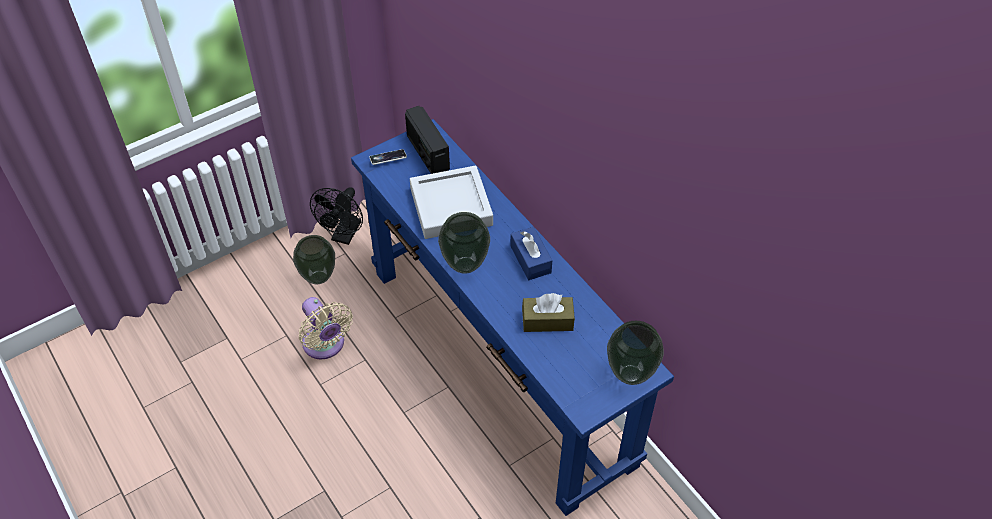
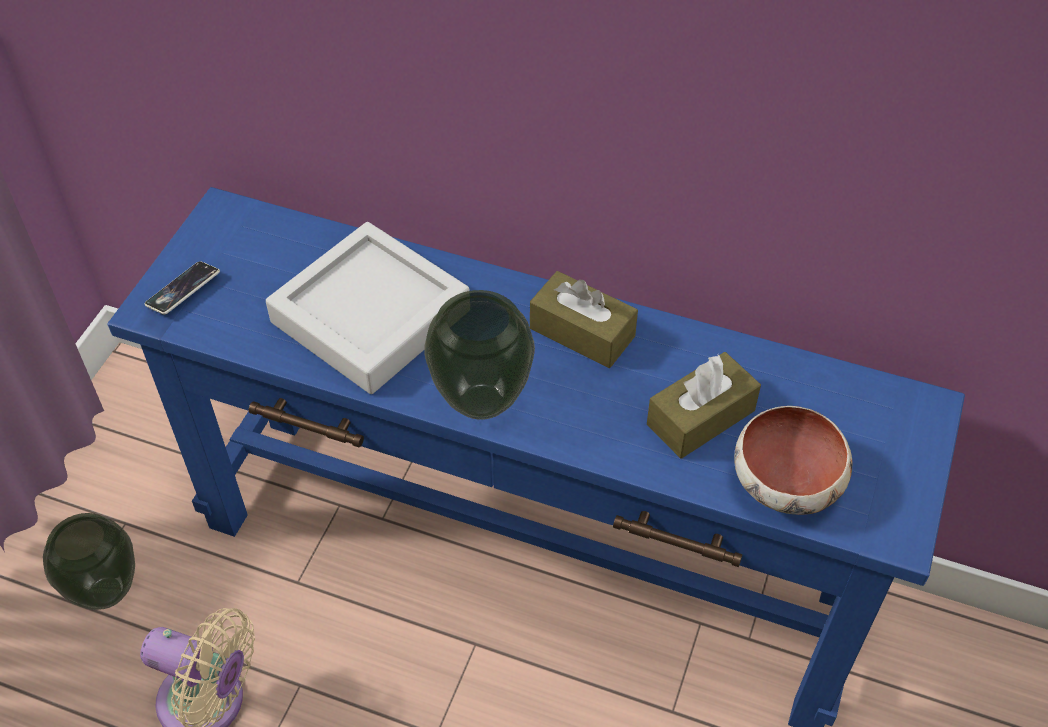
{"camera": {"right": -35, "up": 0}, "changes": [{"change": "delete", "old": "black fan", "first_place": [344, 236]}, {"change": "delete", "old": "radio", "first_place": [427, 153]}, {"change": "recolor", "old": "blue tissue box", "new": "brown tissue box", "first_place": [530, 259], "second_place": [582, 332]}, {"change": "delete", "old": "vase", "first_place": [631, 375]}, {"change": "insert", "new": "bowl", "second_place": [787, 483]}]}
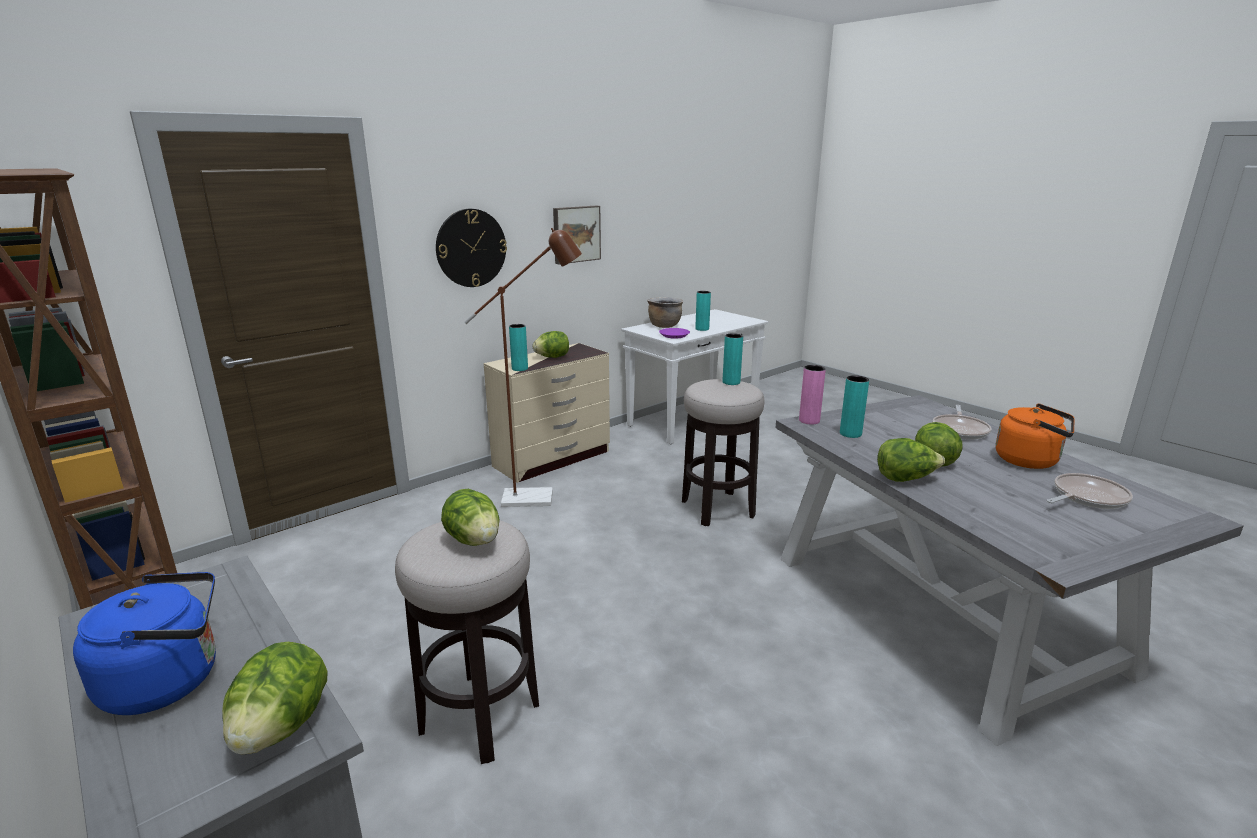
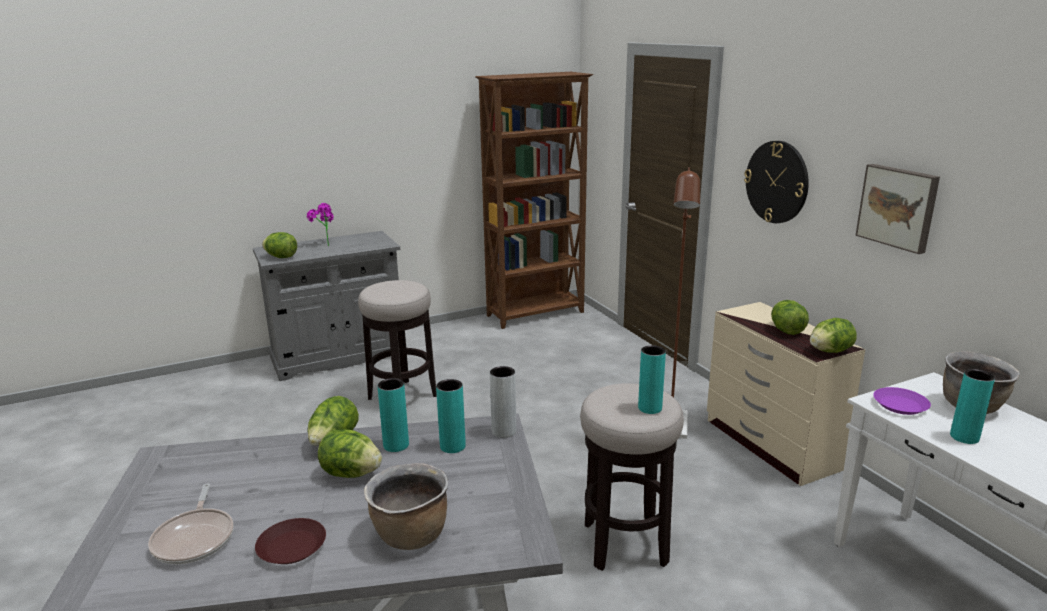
{"camera": {"right": 105, "up": 0}, "changes": [{"change": "replace", "old": "blue kettle", "new": "potted plant", "first_place": [169, 680], "second_place": [324, 245]}, {"change": "move", "old": "lettuce", "first_place": [474, 540], "second_place": [830, 351]}, {"change": "move", "old": "turquoise vase", "first_place": [519, 368], "second_place": [396, 445]}, {"change": "recolor", "old": "pink vase", "new": "grey vase", "first_place": [809, 421], "second_place": [504, 431]}, {"change": "replace", "old": "frying pan", "new": "brown cooking pot", "first_place": [960, 430], "second_place": [410, 535]}, {"change": "replace", "old": "orange kettle", "new": "brown plate", "first_place": [1030, 461], "second_place": [291, 547]}]}
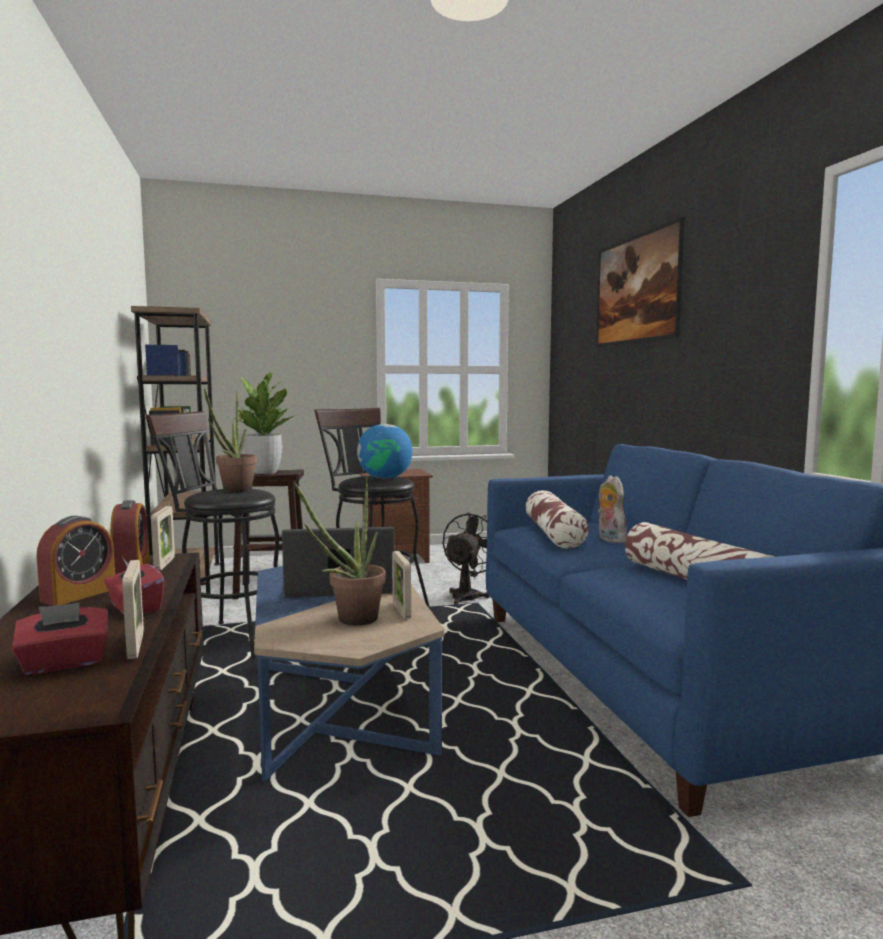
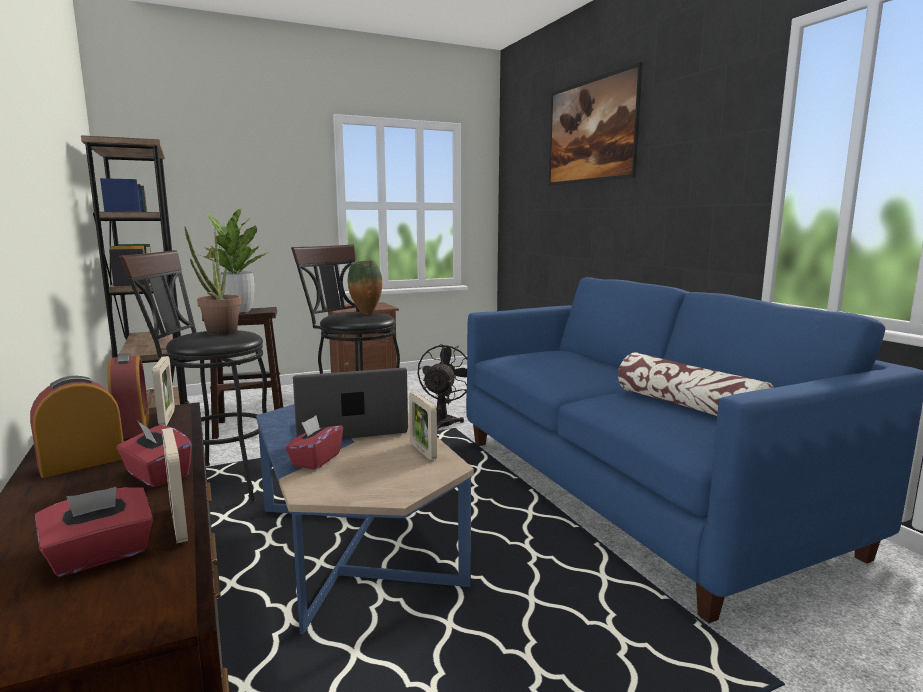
{"camera": {"right": -10, "up": 5}, "changes": [{"change": "rotate", "old": "alarm clock", "first_place": [79, 595], "second_place": [82, 463], "degrees": -150}, {"change": "delete", "old": "potted plant", "first_place": [350, 621]}, {"change": "replace", "old": "globe", "new": "vase", "first_place": [385, 478], "second_place": [366, 314]}, {"change": "delete", "old": "pillow", "first_place": [553, 534]}, {"change": "delete", "old": "plush toy", "first_place": [609, 539]}, {"change": "insert", "new": "red tissue box", "second_place": [316, 460]}]}
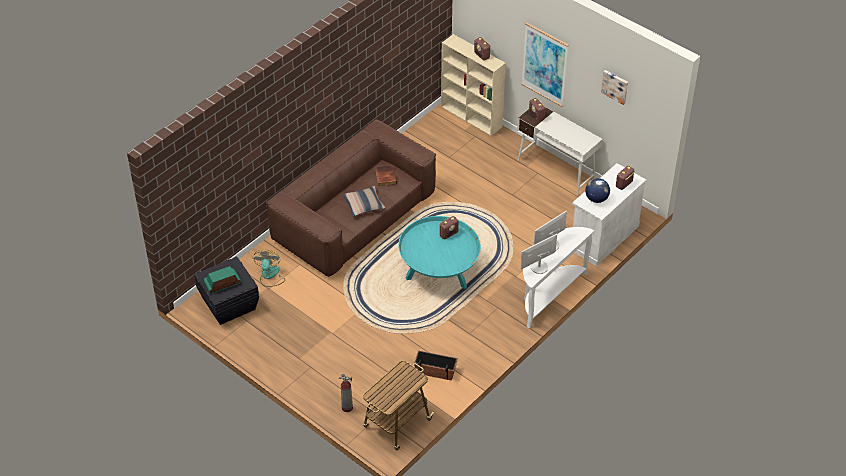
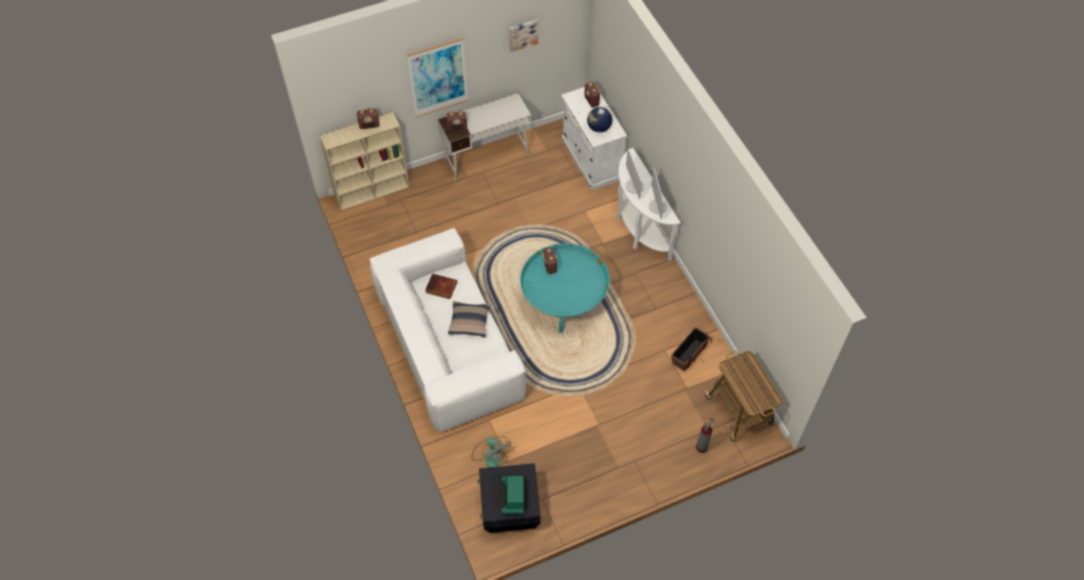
{"camera": {"right": -65, "up": 10}, "changes": [{"change": "rotate", "old": "fan", "first_place": [270, 276], "second_place": [490, 454], "degrees": -150}, {"change": "recolor", "old": "brown sofa", "new": "white sofa", "first_place": [354, 216], "second_place": [449, 344]}]}
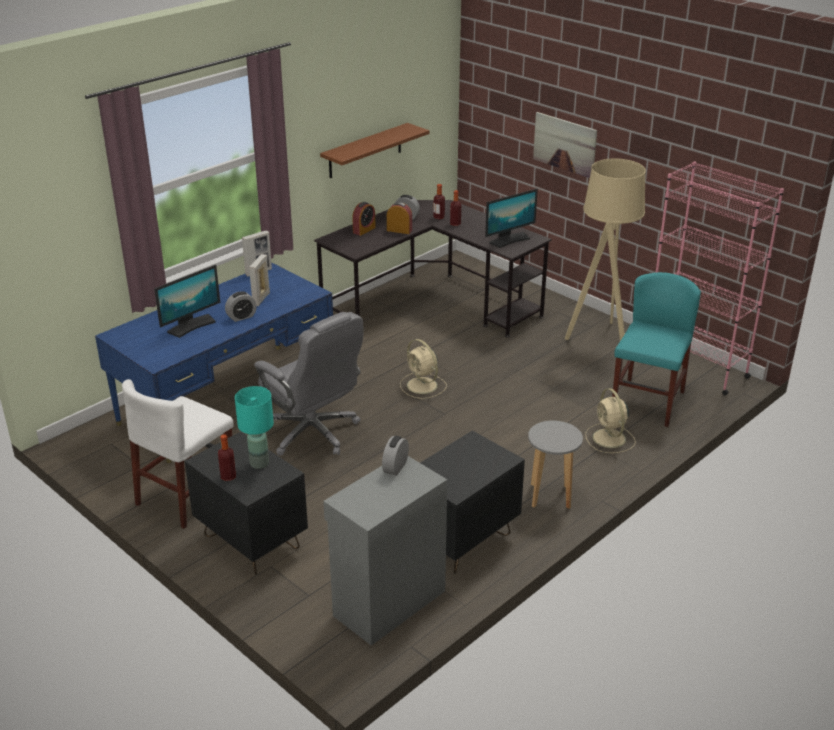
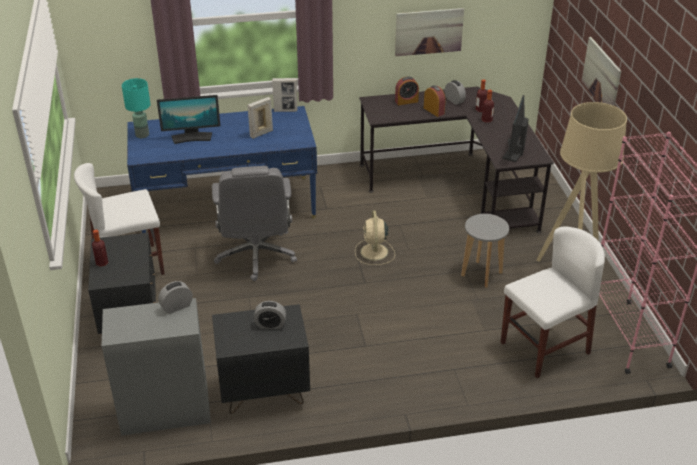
{"camera": {"right": 35, "up": 5}, "changes": [{"change": "move", "old": "alarm clock", "first_place": [241, 317], "second_place": [270, 324]}, {"change": "move", "old": "turquoise table lamp", "first_place": [259, 463], "second_place": [142, 135]}, {"change": "replace", "old": "brown shelf", "new": "picture", "first_place": [365, 151], "second_place": [428, 31]}, {"change": "rotate", "old": "monitor", "first_place": [509, 240], "second_place": [514, 150], "degrees": 105}, {"change": "move", "old": "grey stool", "first_place": [550, 496], "second_place": [481, 274]}, {"change": "delete", "old": "beige fan", "first_place": [609, 439]}, {"change": "recolor", "old": "turquoise chair", "new": "white chair", "first_place": [647, 402], "second_place": [544, 348]}]}
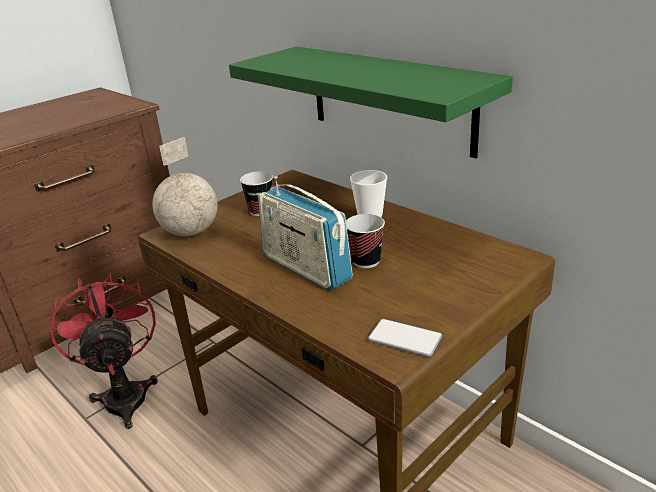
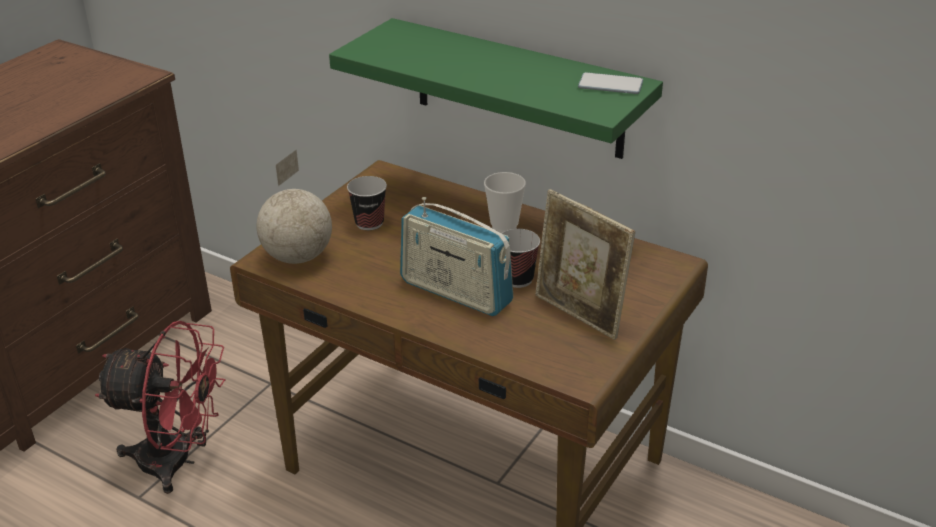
{"camera": {"right": -15, "up": 5}, "changes": [{"change": "rotate", "old": "red fan", "first_place": [125, 394], "second_place": [178, 461], "degrees": 135}, {"change": "move", "old": "phone", "first_place": [405, 339], "second_place": [610, 85]}, {"change": "insert", "new": "picture frame", "second_place": [579, 315]}]}
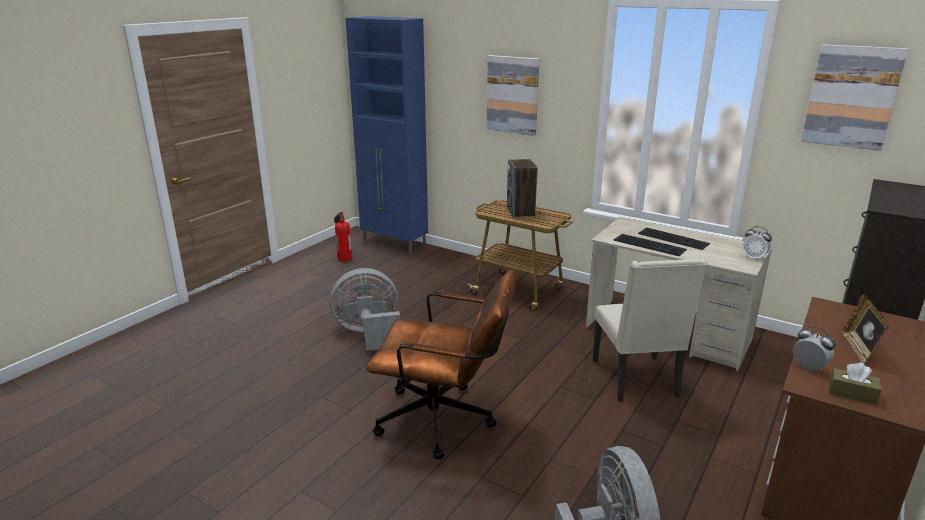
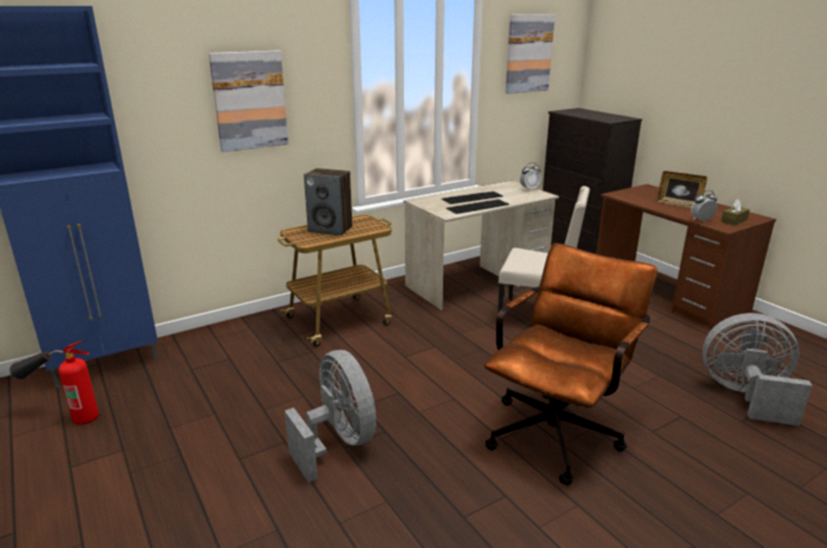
{"camera": {"right": -65, "up": 0}, "changes": [{"change": "rotate", "old": "grey fan", "first_place": [369, 334], "second_place": [338, 442], "degrees": 135}]}
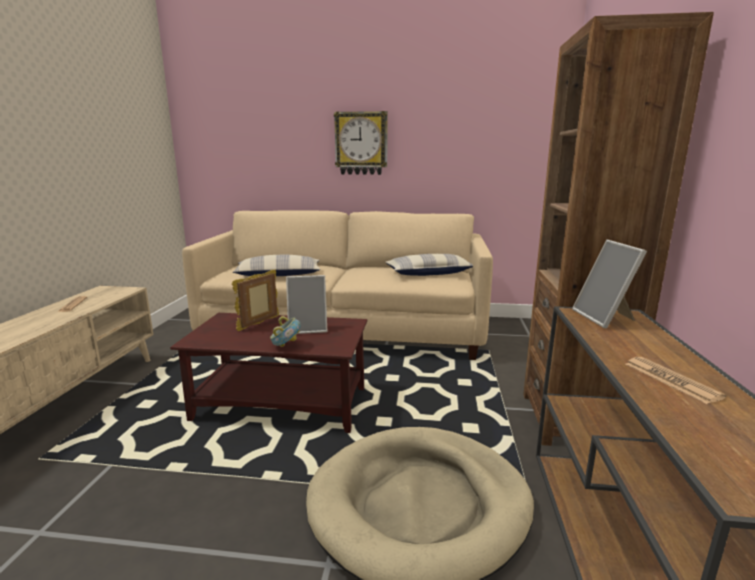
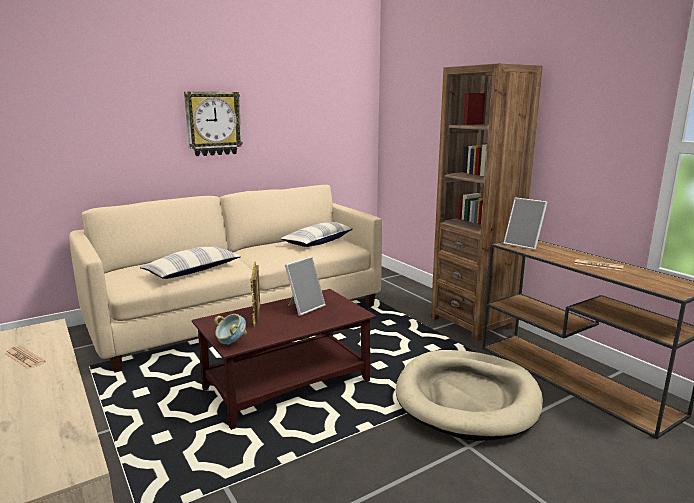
{"camera": {"right": -40, "up": 0}, "changes": [{"change": "move", "old": "bowl", "first_place": [286, 346], "second_place": [231, 343]}]}
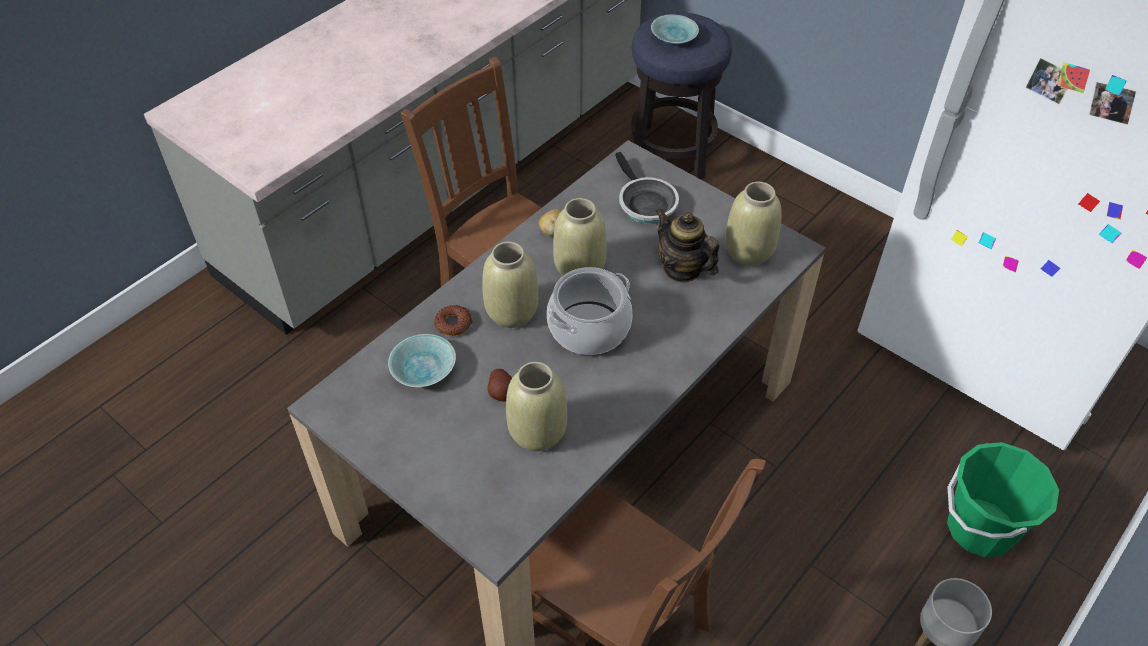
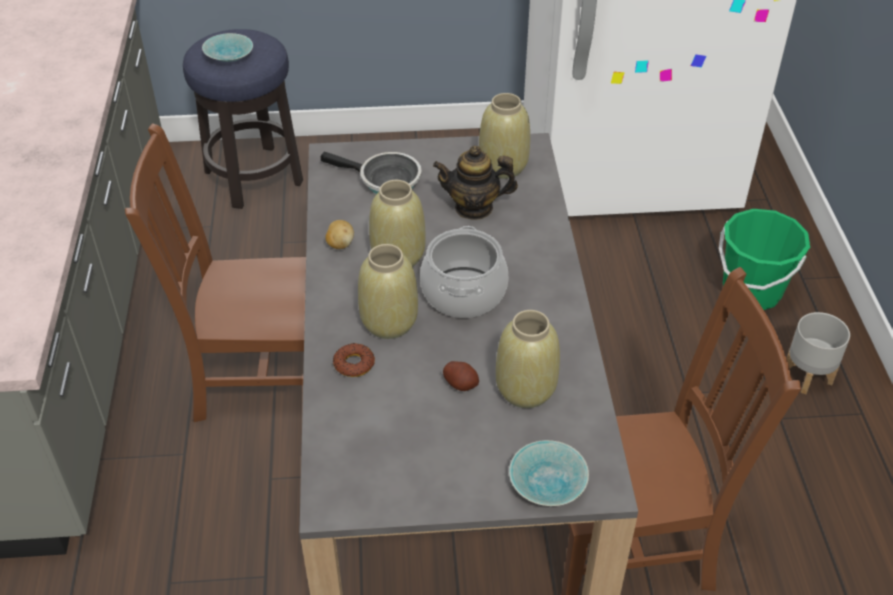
{"camera": {"right": -45, "up": -5}, "changes": [{"change": "move", "old": "turquoise bowl", "first_place": [422, 370], "second_place": [548, 484]}]}
